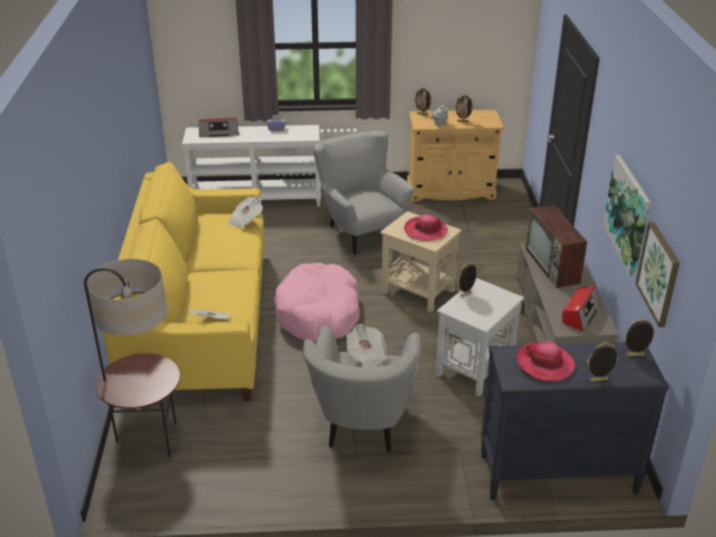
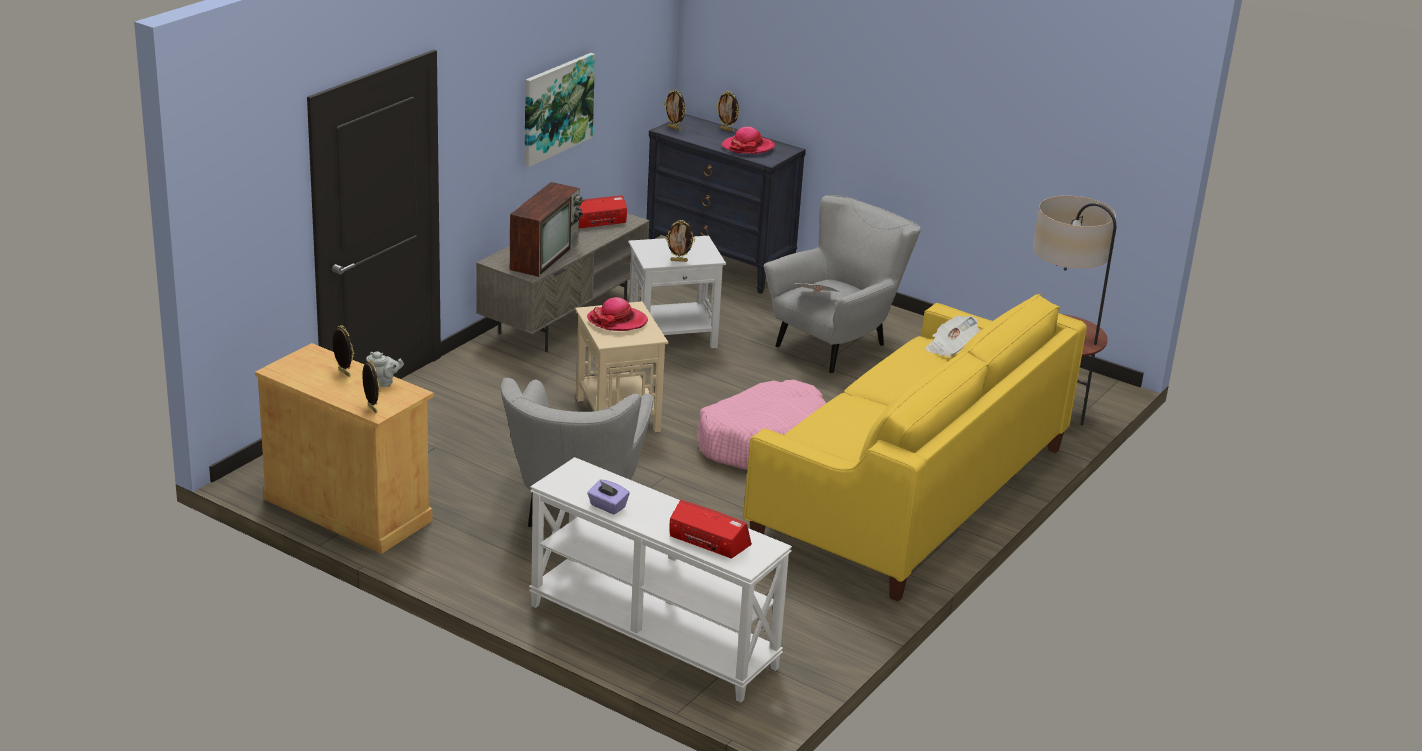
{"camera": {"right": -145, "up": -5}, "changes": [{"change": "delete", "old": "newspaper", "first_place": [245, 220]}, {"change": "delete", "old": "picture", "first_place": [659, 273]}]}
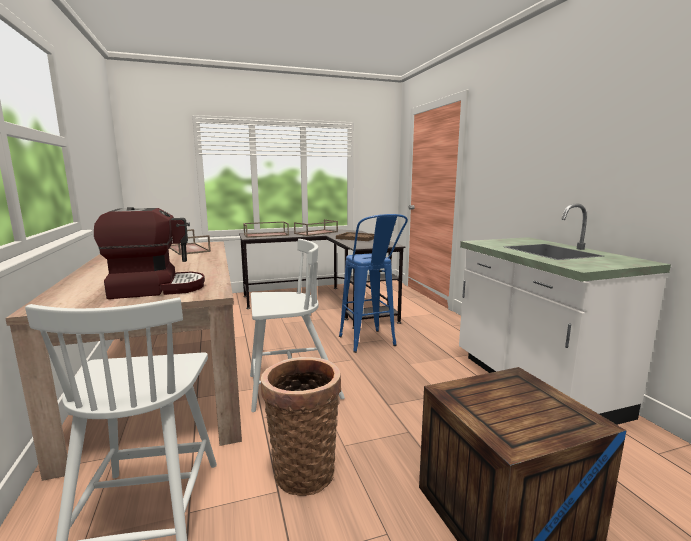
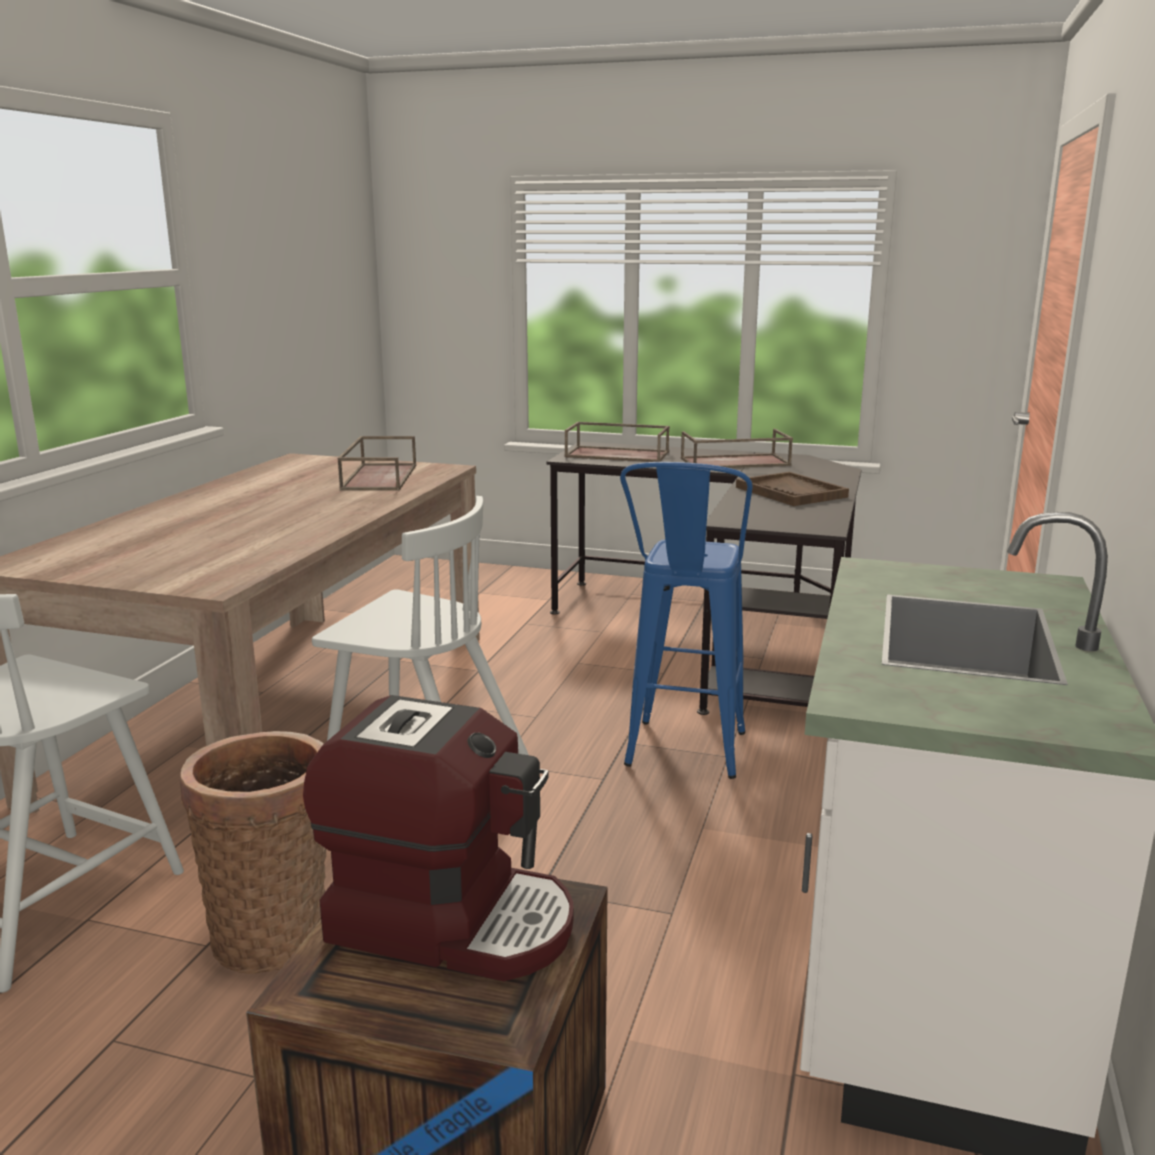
{"camera": {"right": 35, "up": 5}, "changes": [{"change": "move", "old": "coffee machine", "first_place": [156, 288], "second_place": [451, 920]}]}
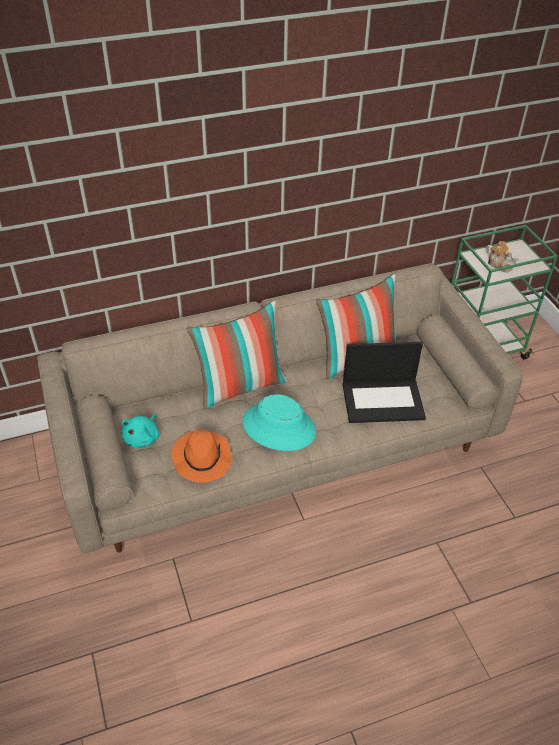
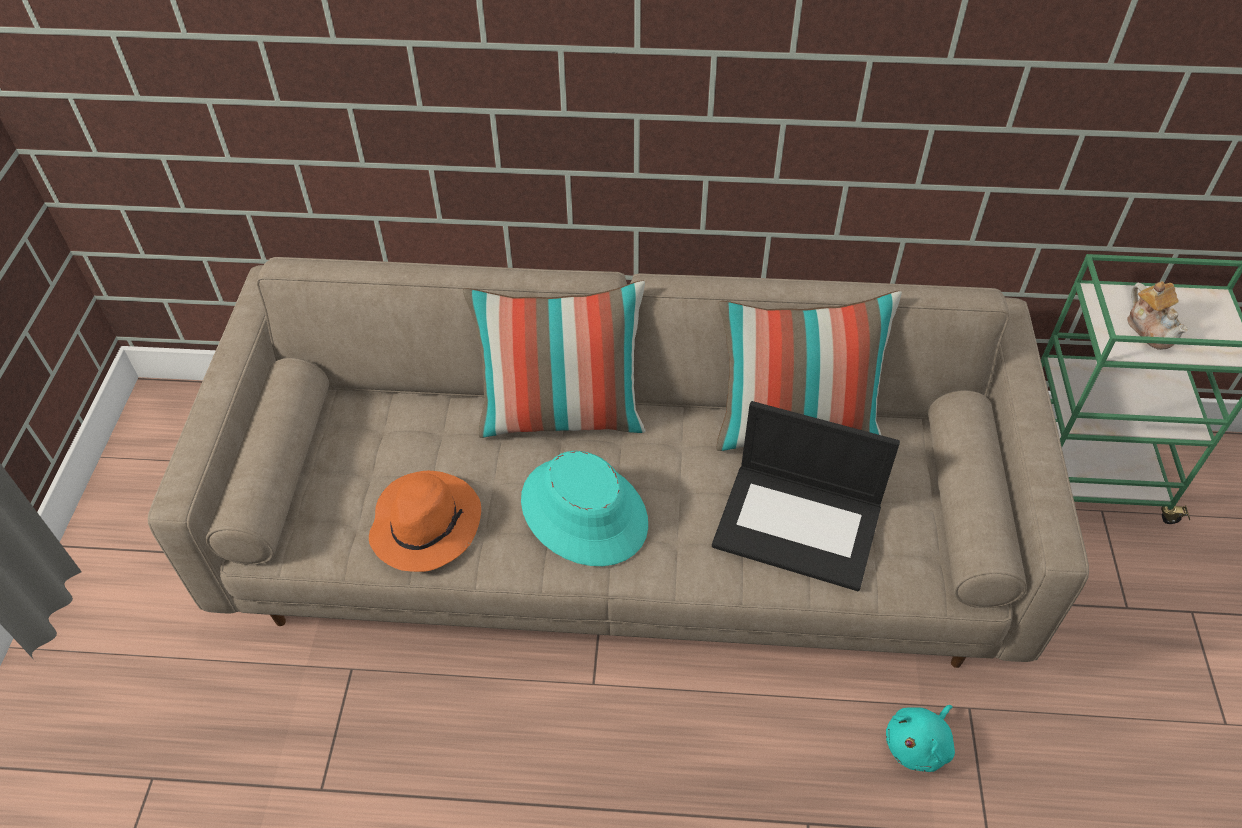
{"camera": {"right": 25, "up": 5}, "changes": [{"change": "move", "old": "turquoise plush toy", "first_place": [143, 438], "second_place": [918, 744]}]}
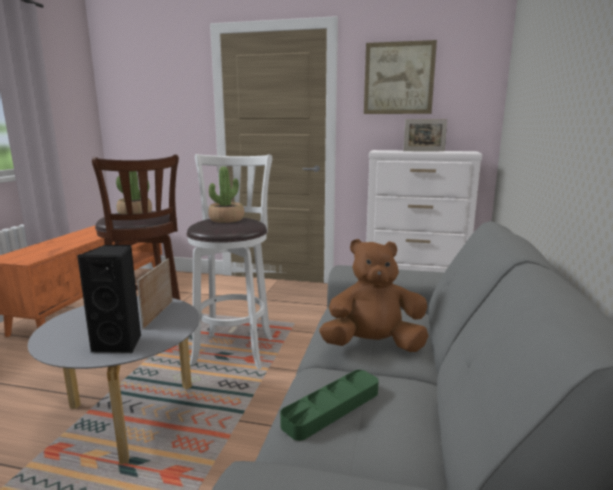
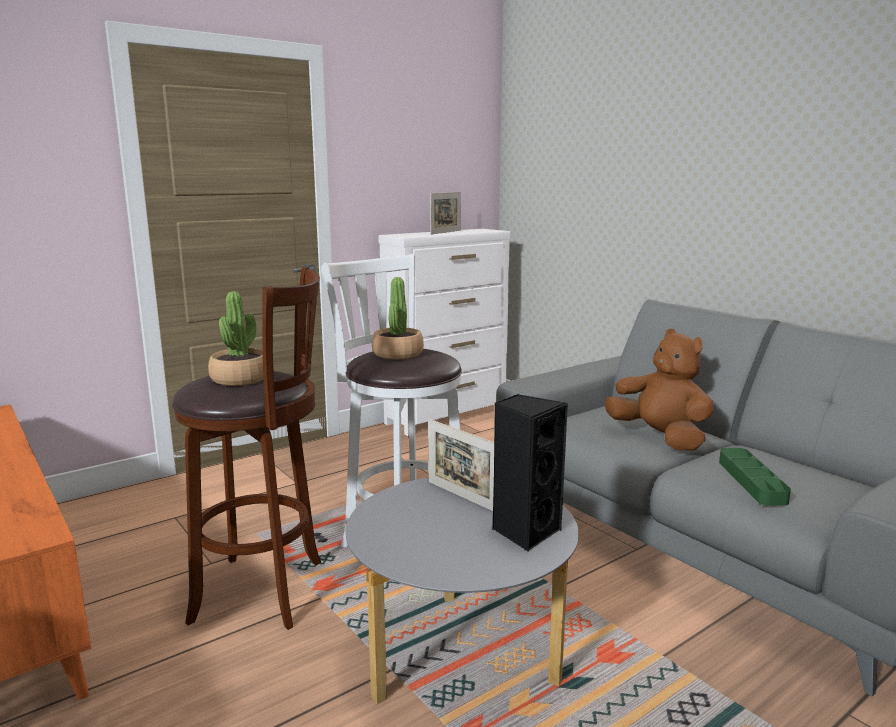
{"camera": {"right": -50, "up": 0}, "changes": [{"change": "rotate", "old": "brown plush toy", "first_place": [373, 345], "second_place": [660, 438], "degrees": 105}, {"change": "delete", "old": "picture", "first_place": [398, 78]}]}
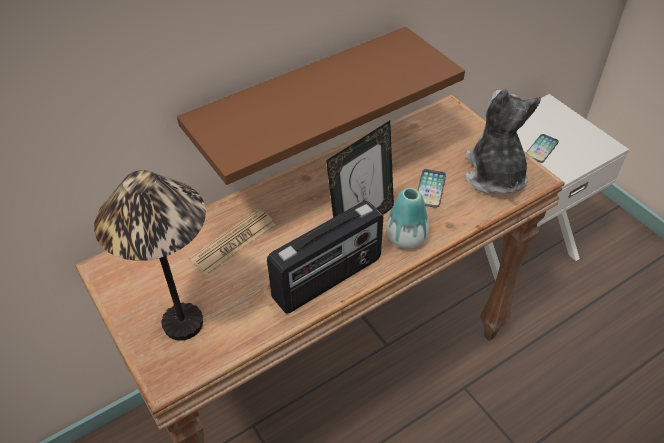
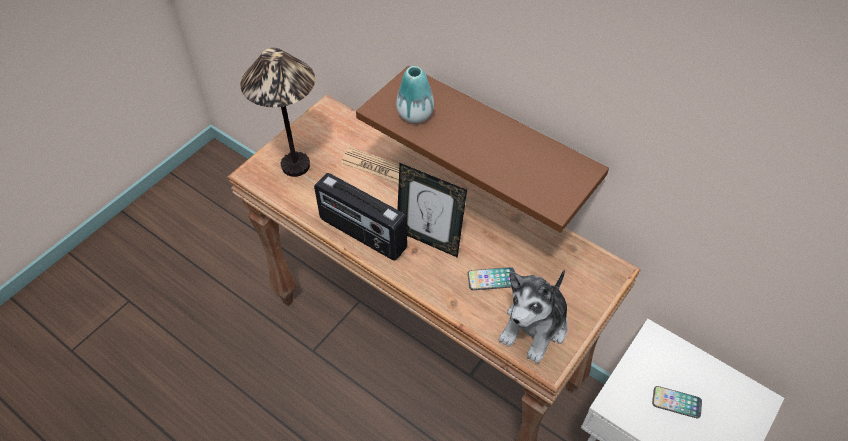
{"camera": {"right": 70, "up": 5}, "changes": [{"change": "move", "old": "vase", "first_place": [406, 238], "second_place": [415, 114]}, {"change": "rotate", "old": "plush toy", "first_place": [494, 175], "second_place": [535, 327], "degrees": 150}]}
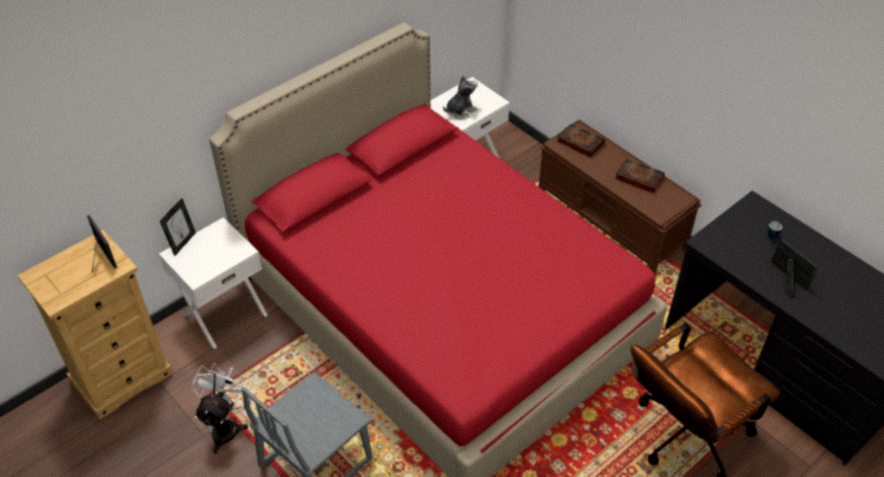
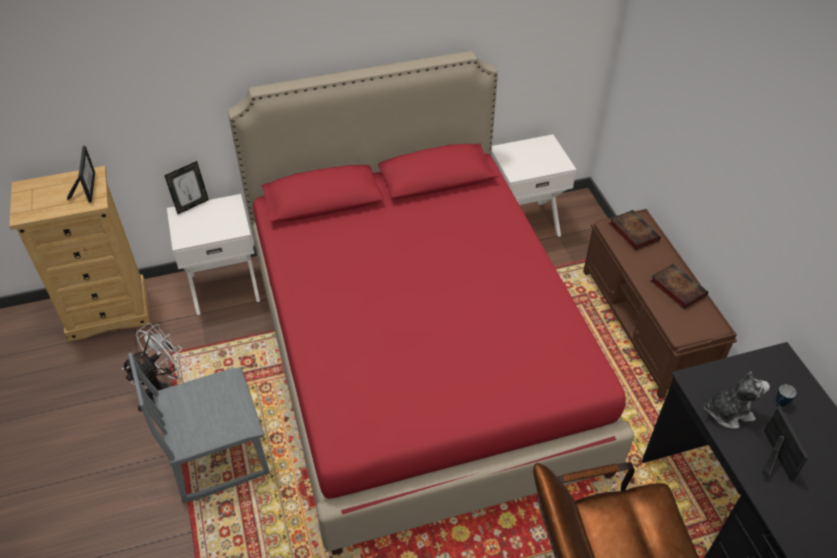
{"camera": {"right": 25, "up": 0}, "changes": [{"change": "move", "old": "plush toy", "first_place": [460, 111], "second_place": [728, 412]}]}
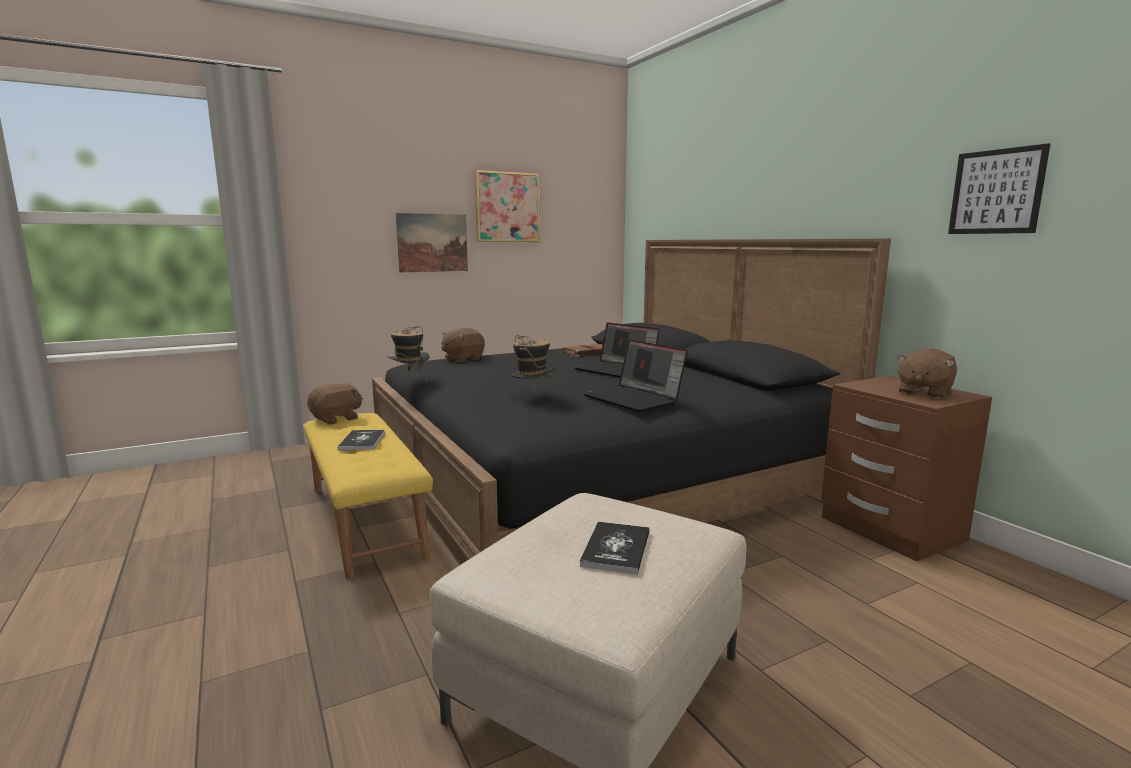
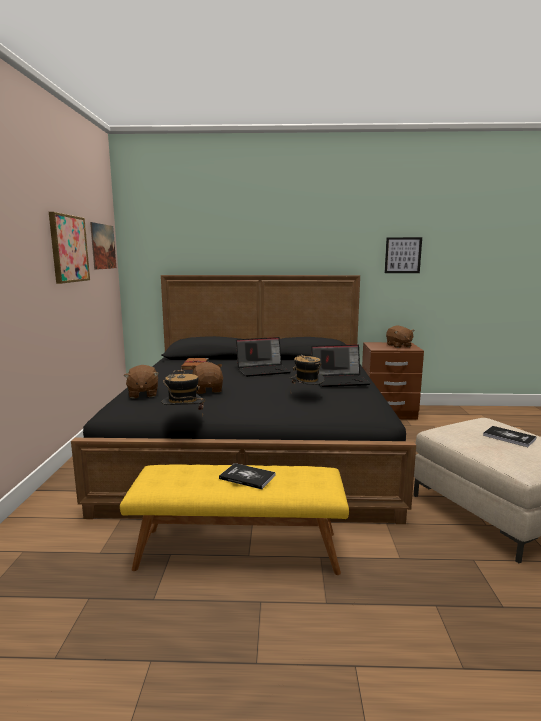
{"camera": {"right": -60, "up": 0}, "changes": [{"change": "move", "old": "brown plush toy", "first_place": [336, 419], "second_place": [208, 390]}, {"change": "move", "old": "picture", "first_place": [432, 243], "second_place": [103, 246]}]}
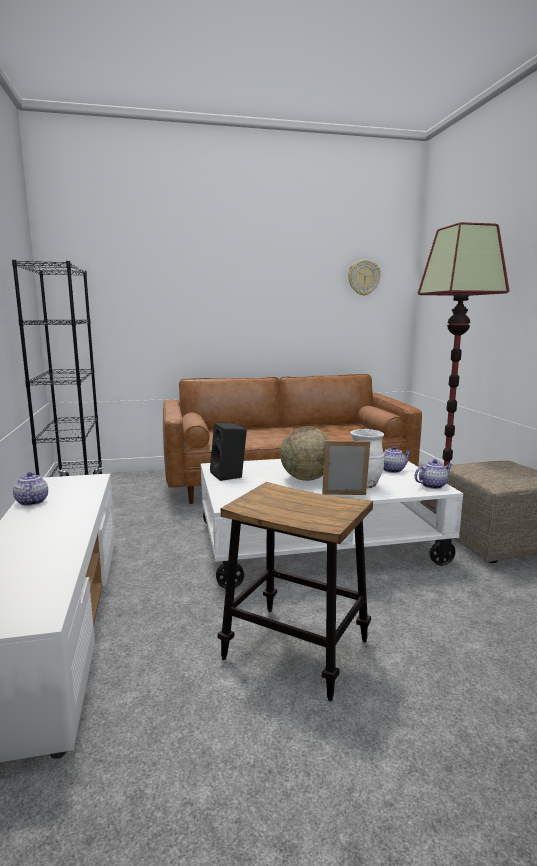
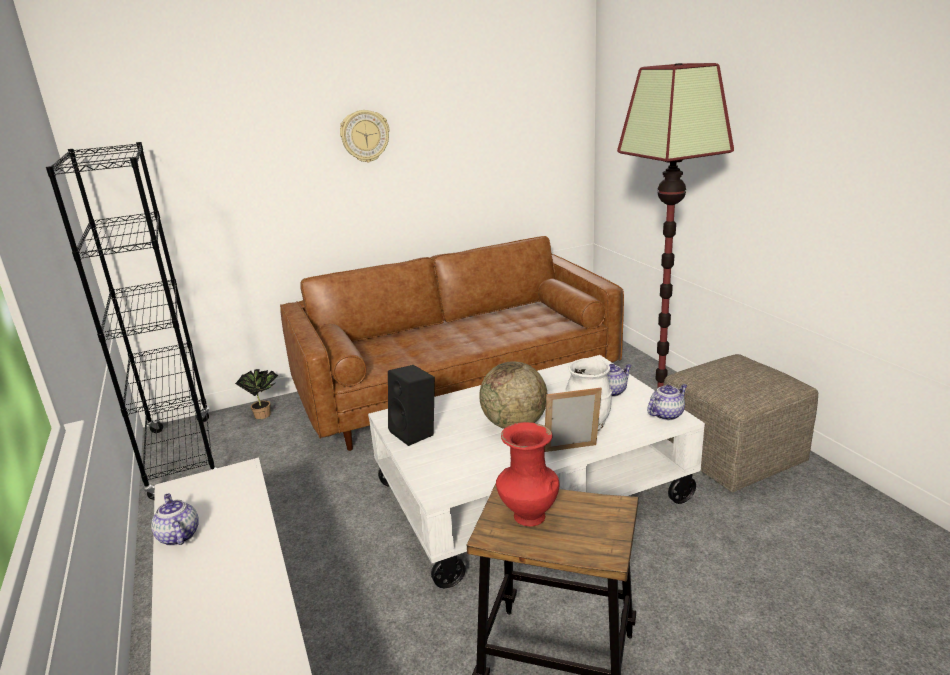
{"camera": {"right": -10, "up": 10}, "changes": [{"change": "move", "old": "wall clock", "first_place": [363, 277], "second_place": [365, 136]}, {"change": "insert", "new": "potted plant", "second_place": [264, 414]}, {"change": "insert", "new": "red vase", "second_place": [528, 516]}]}
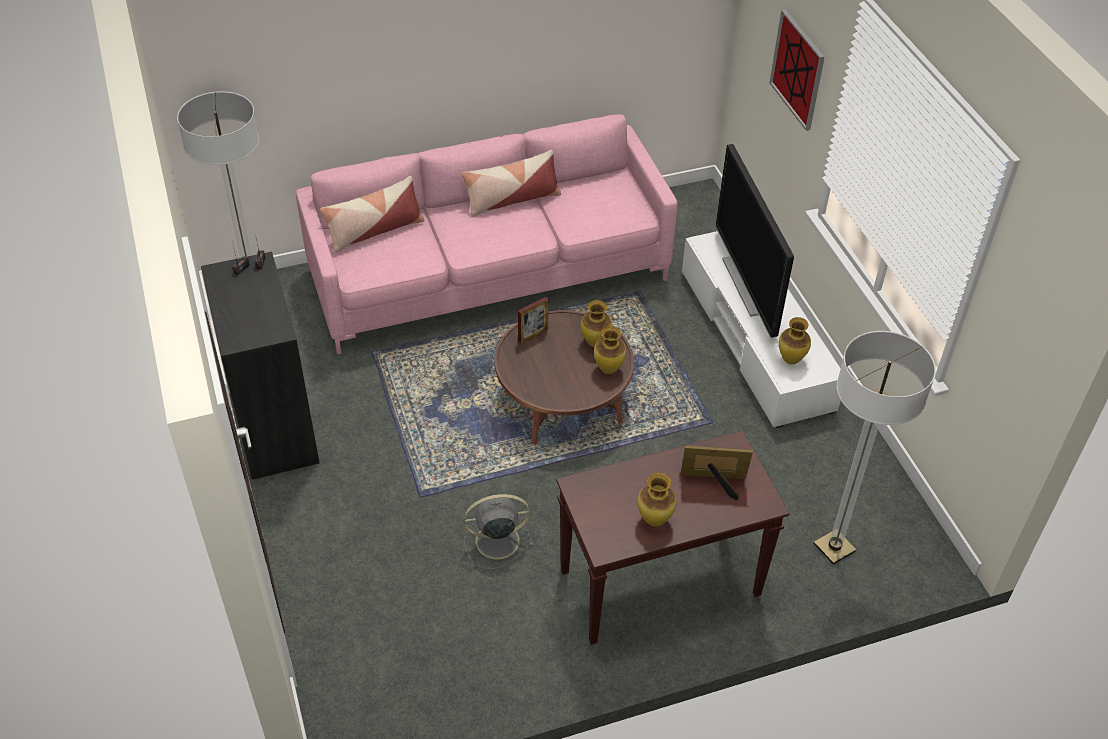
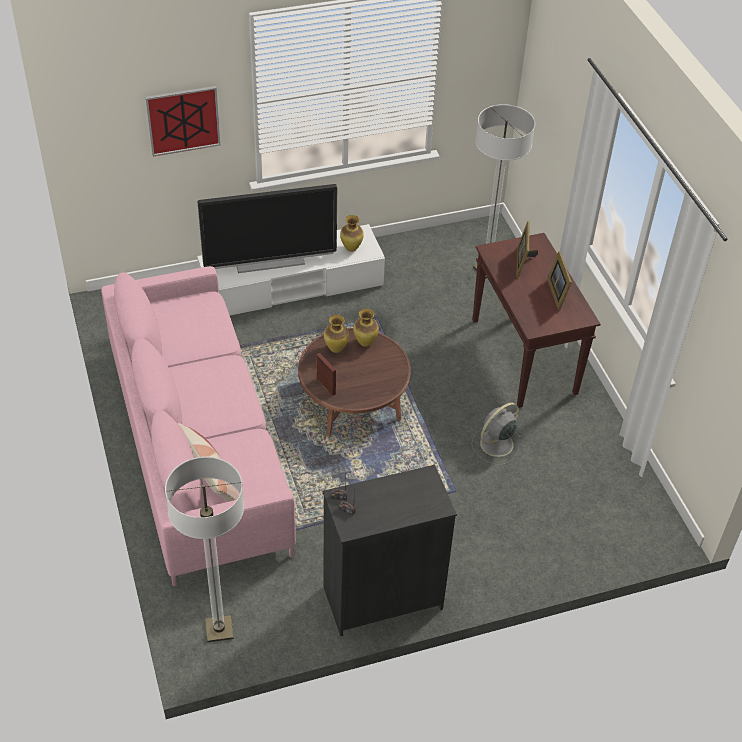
{"camera": {"right": -90, "up": 0}, "changes": [{"change": "delete", "old": "pillow", "first_place": [512, 199]}, {"change": "rotate", "old": "grey fan", "first_place": [495, 541], "second_place": [495, 445], "degrees": 60}, {"change": "replace", "old": "vase", "new": "picture frame", "first_place": [654, 520], "second_place": [558, 293]}]}
